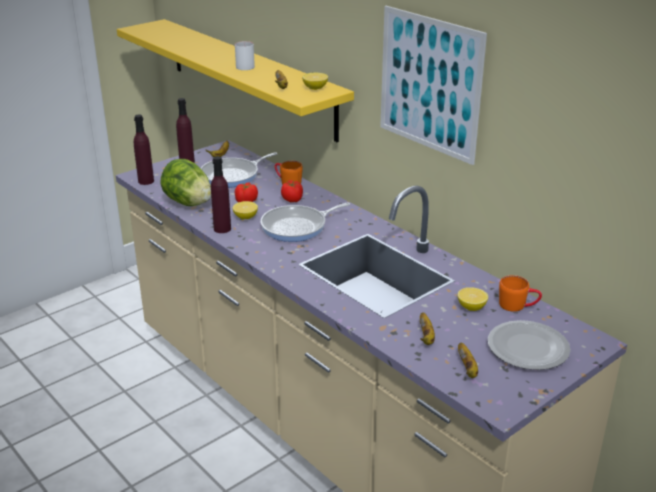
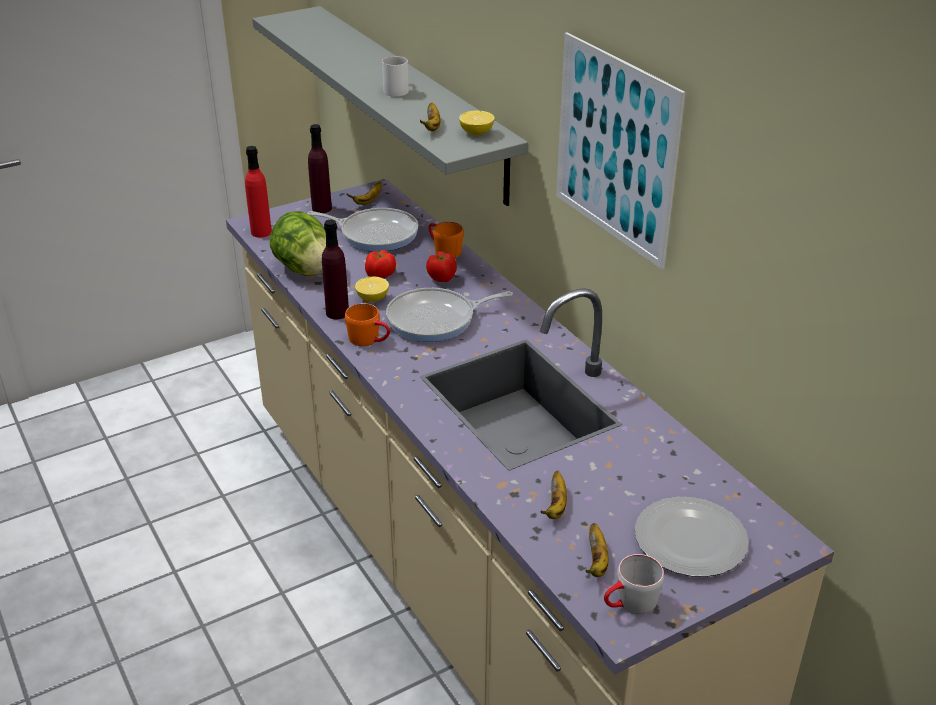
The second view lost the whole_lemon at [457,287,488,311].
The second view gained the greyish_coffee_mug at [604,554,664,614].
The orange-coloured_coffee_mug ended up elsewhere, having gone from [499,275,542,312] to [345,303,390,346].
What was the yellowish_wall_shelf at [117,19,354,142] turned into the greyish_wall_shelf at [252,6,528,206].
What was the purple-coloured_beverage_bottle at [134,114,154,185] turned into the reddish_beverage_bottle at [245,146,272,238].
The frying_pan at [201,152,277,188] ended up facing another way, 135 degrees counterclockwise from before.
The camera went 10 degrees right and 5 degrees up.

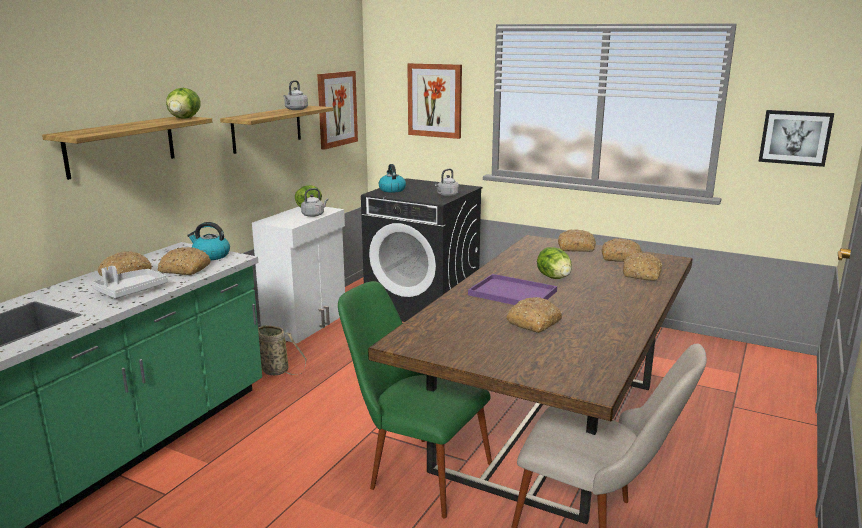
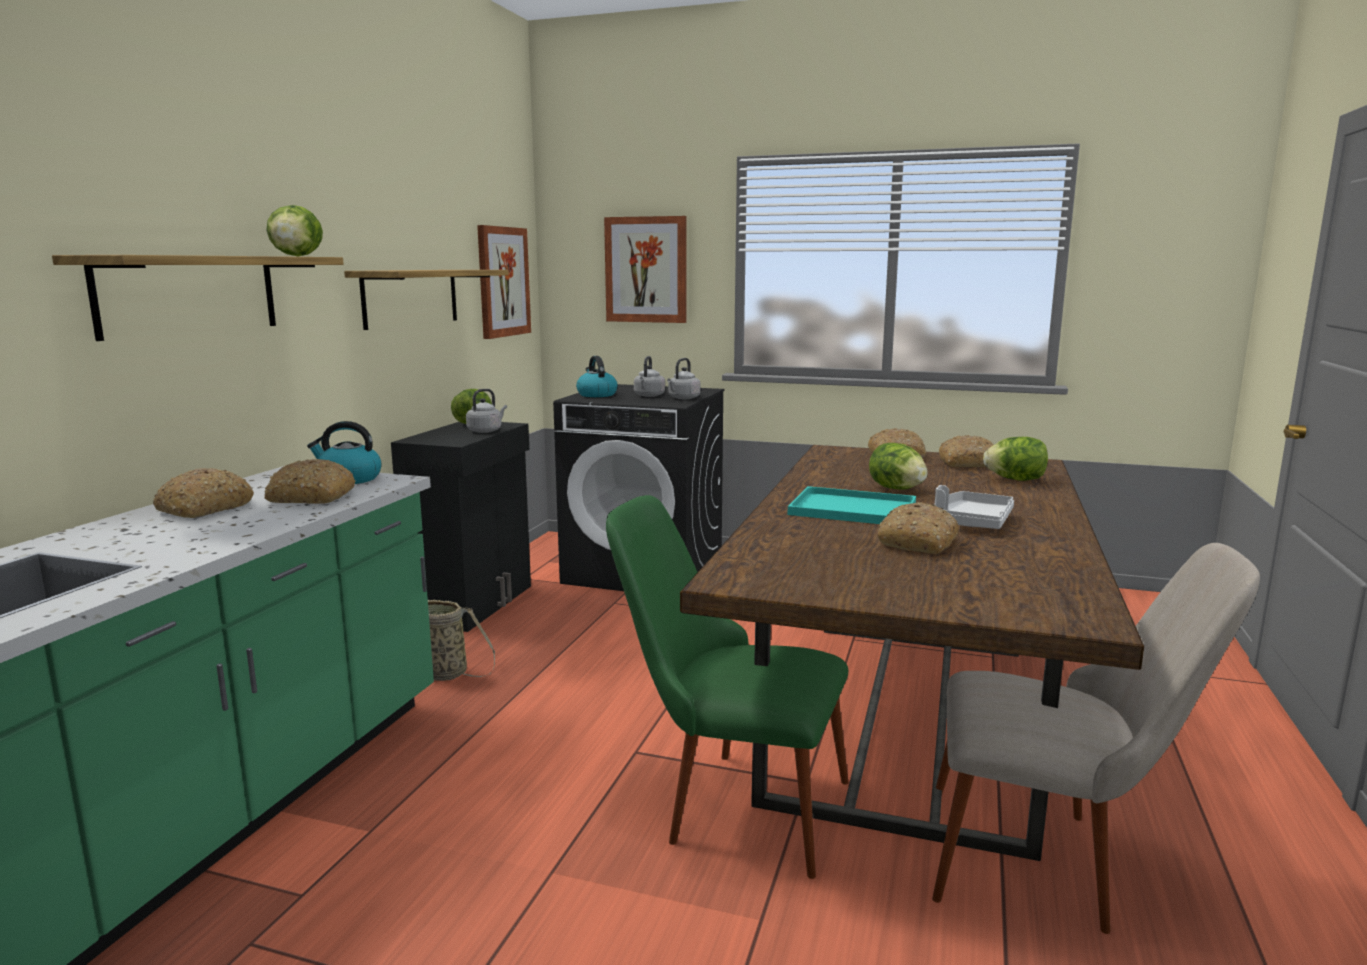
The second view lost the wall_art at [758,110,834,167].
The greyish_serving_tray ended up elsewhere, having gone from [92,266,168,298] to [935,485,1014,529].
The greyish_kettle ended up elsewhere, having gone from [283,80,308,110] to [634,356,665,397].
Where the baked_bread stood at [623,253,662,281], the lettuce_head came to stand at [983,437,1048,481].
What was the whitish_cabinet at [252,207,345,343] turned into the black-coloured_cabinet at [391,422,531,632].
What was the purple-coloured_serving_tray at [468,274,557,305] turned into the turquoise-coloured_serving_tray at [788,486,916,524].
The camera went 10 degrees left and 5 degrees down.

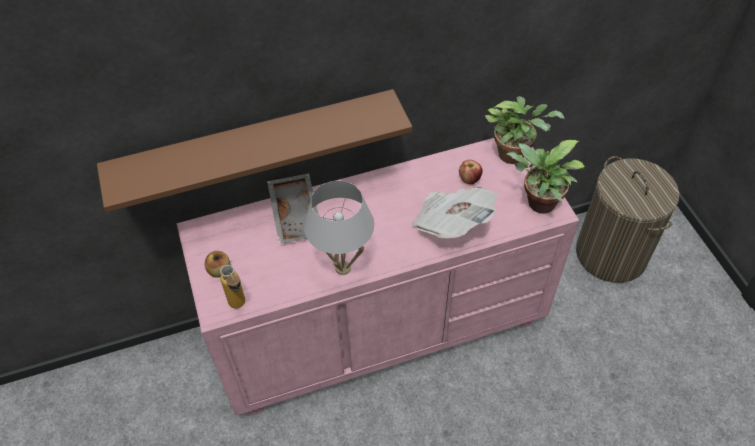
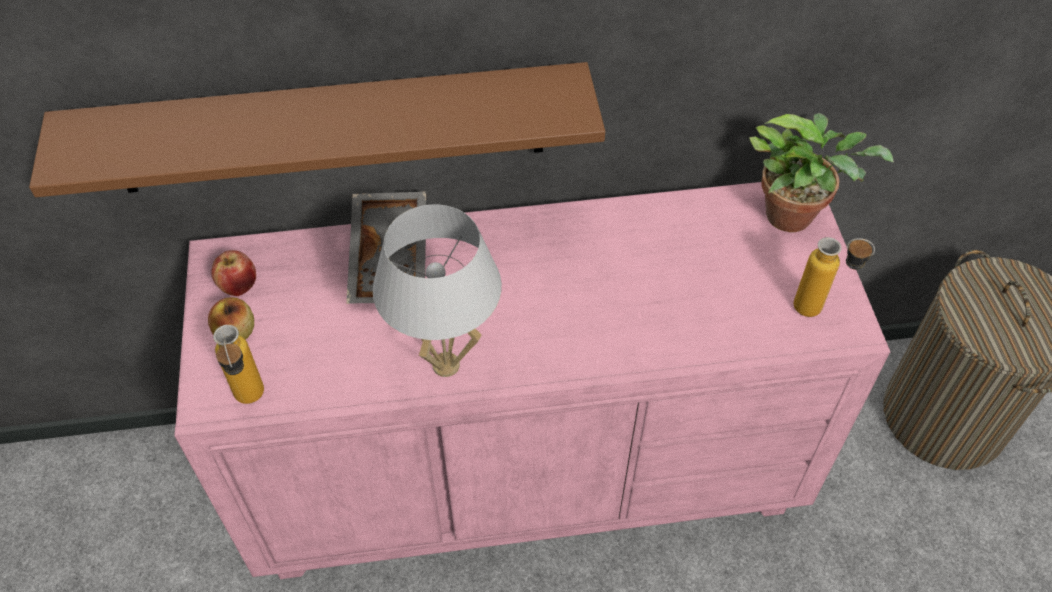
The second view lost the daily_paper at [412,187,499,238].
The whole_apple ended up elsewhere, having gone from [459,160,483,185] to [211,250,256,296].
Where the potted_plant stood at [506,140,585,214], the beverage_bottle came to stand at [794,237,875,317].
The camera went 10 degrees right and 0 degrees up.

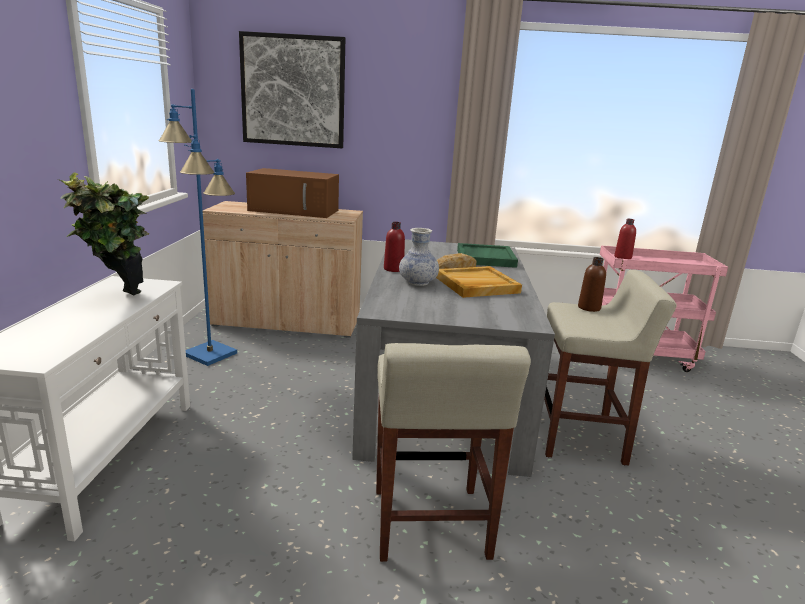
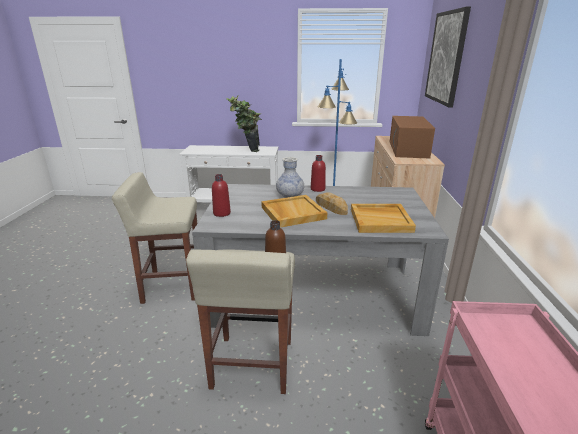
The reddish_beverage_bottle ended up elsewhere, having gone from [614,219,636,259] to [212,174,231,217].
What was the green_serving_tray at [457,243,518,268] turned into the beige_serving_tray at [351,204,416,233].
The camera went 90 degrees right and 5 degrees up.

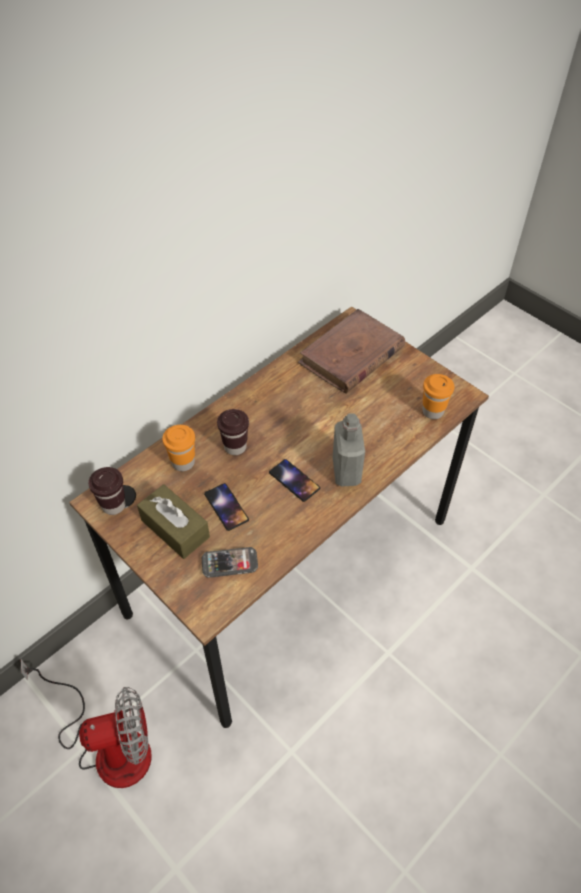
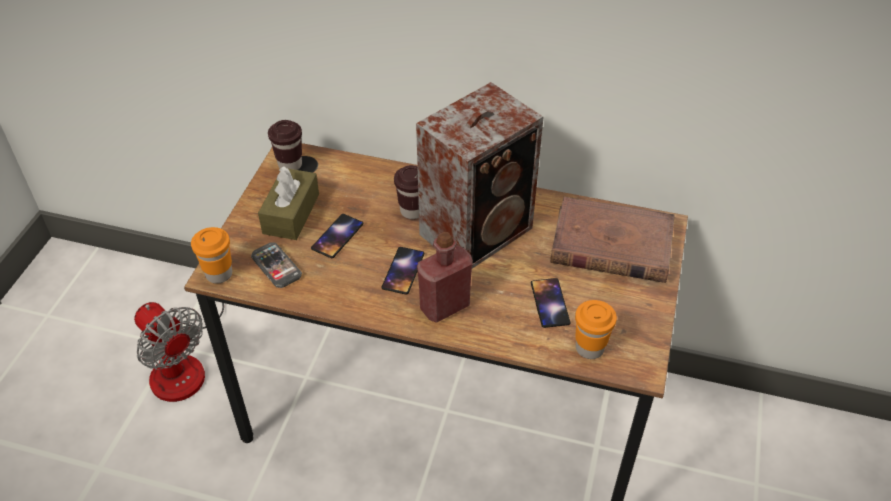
The second view gained the loudspeaker at [416,82,544,268].
The second view gained the phone at [531,278,570,328].
The orange-coloured_small_cup ended up elsewhere, having gone from [162,425,195,471] to [191,227,232,284].
What was the greyish_beverage_bottle at [333,413,365,486] turned into the reddish_beverage_bottle at [417,232,473,323].
The camera went 60 degrees right and 5 degrees down.

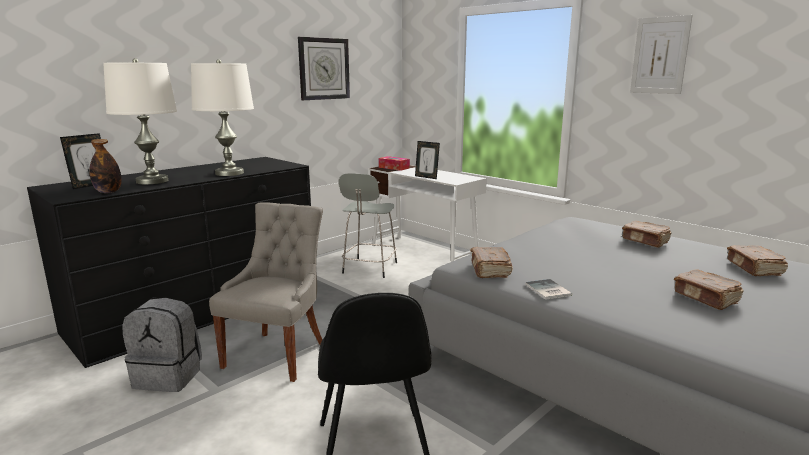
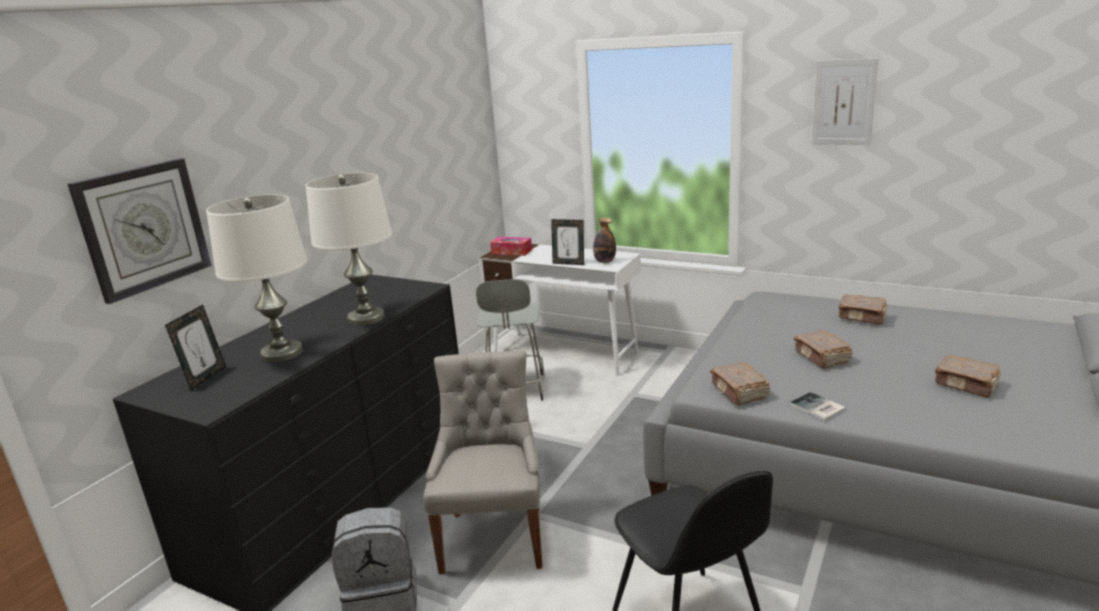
The beverage_bottle ended up elsewhere, having gone from [89,139,122,193] to [593,218,616,263].
The clock_on_the_wall ended up elsewhere, having gone from [298,37,350,100] to [68,158,212,304].
The brown-coloured_volume ended up elsewhere, having gone from [727,245,788,276] to [794,330,853,369].
The camera went 15 degrees left and 5 degrees up.

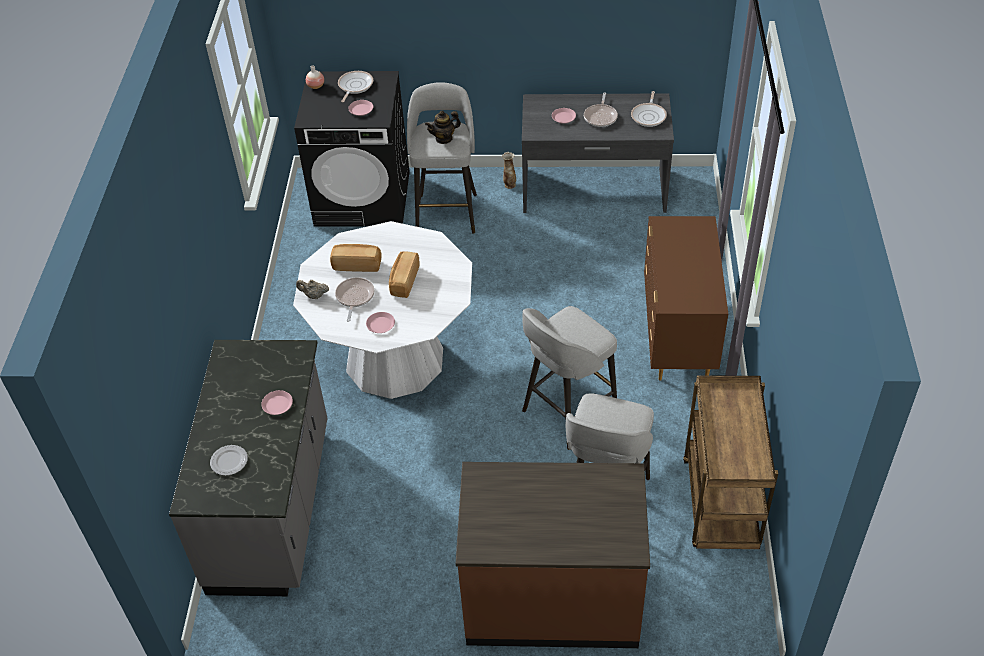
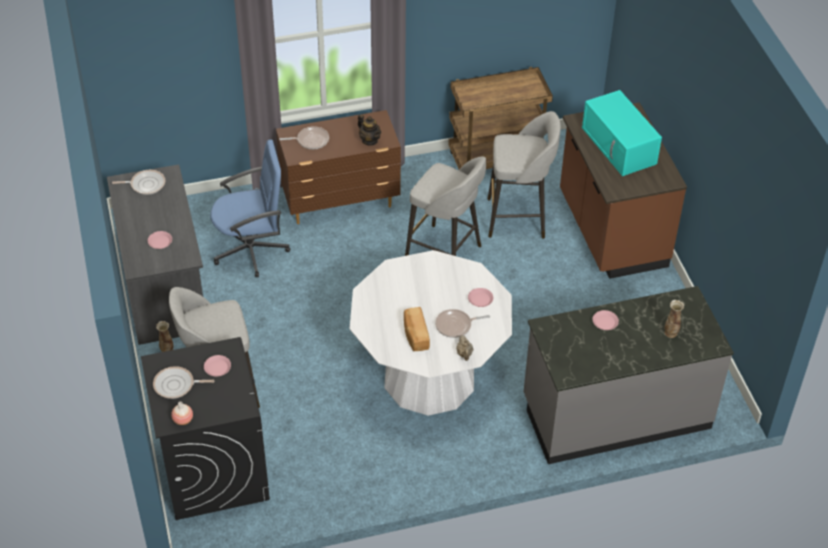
The second view lost the baked_bread at [389,251,419,298].
The second view gained the blue_computer_chair at [210,139,291,277].
The second view gained the turquoise-coloured_kitchen_microwave at [582,90,662,176].
The tea_pot ended up elsewhere, having gone from [425,111,461,144] to [358,114,381,146].
The frying_pan ended up elsewhere, having gone from [584,92,618,127] to [279,126,329,149].
Where the dinner_plate stood at [210,445,248,476], the decorative_vase came to stand at [665,300,684,338].
The camera went 110 degrees left and 0 degrees up.

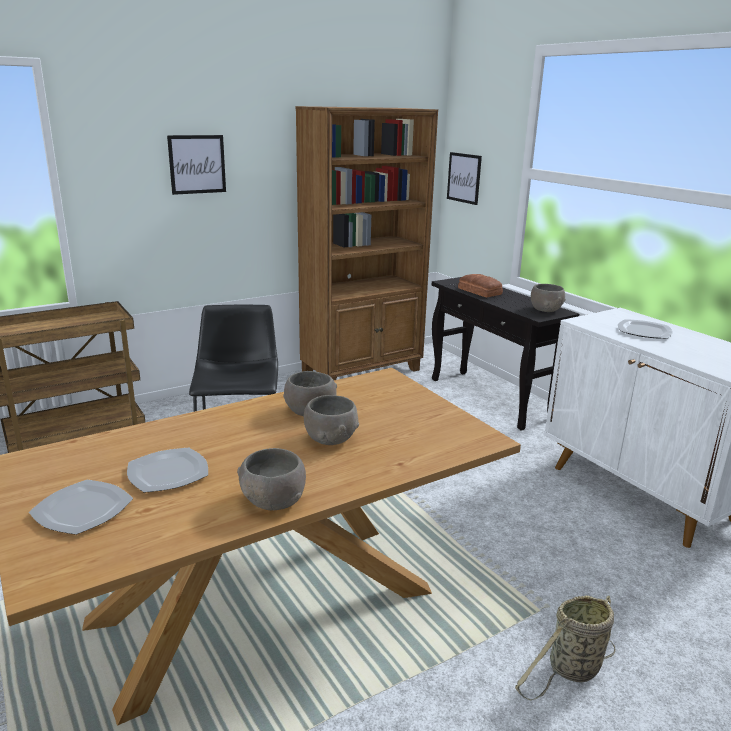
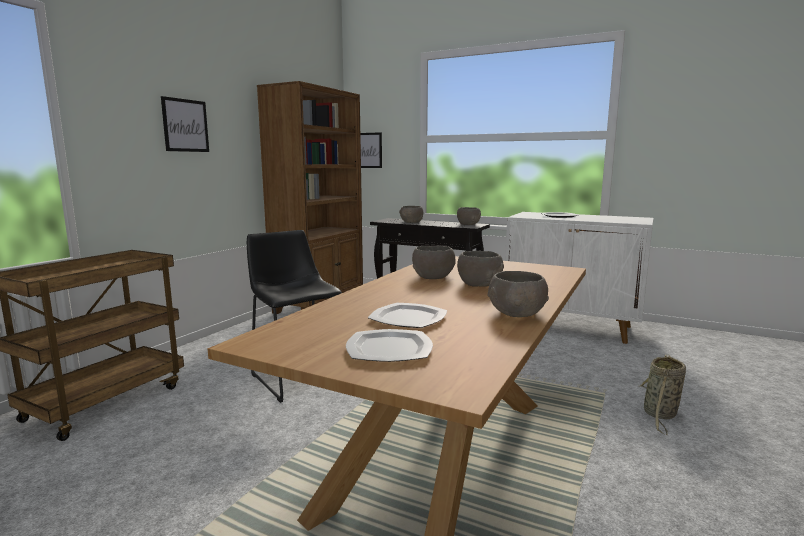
Where the baked_bread stood at [458,274,503,297], the greyish_serving_bowl came to stand at [399,206,423,223].
The camera went 30 degrees left and 10 degrees down.

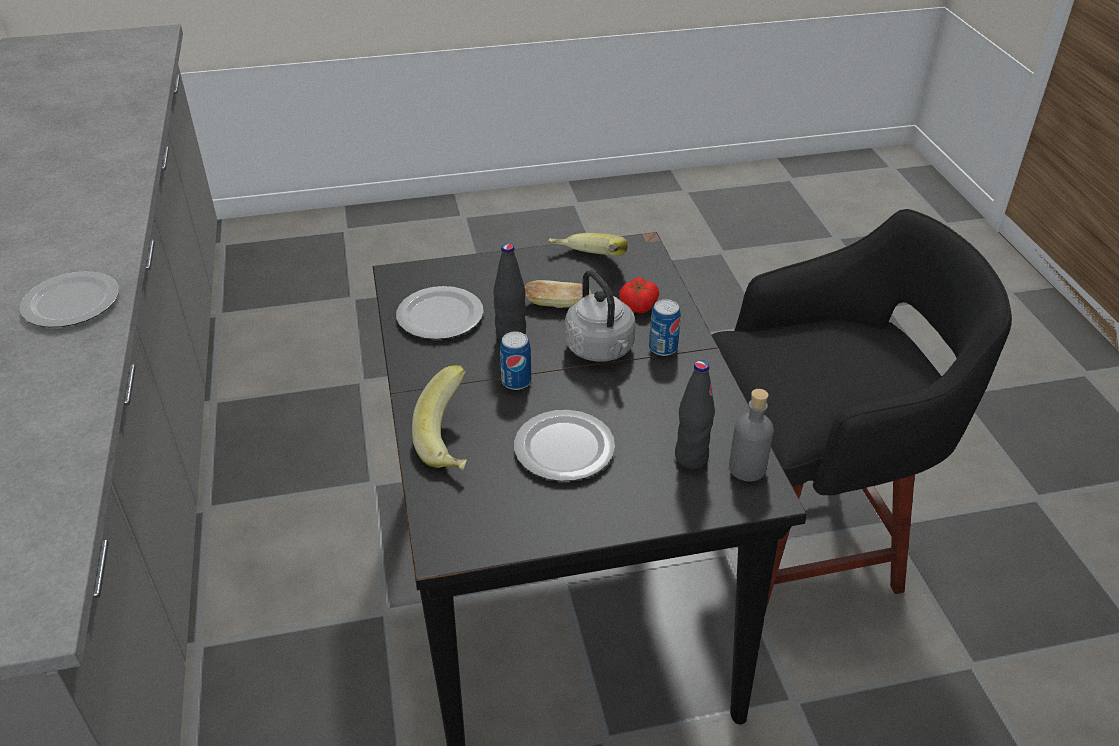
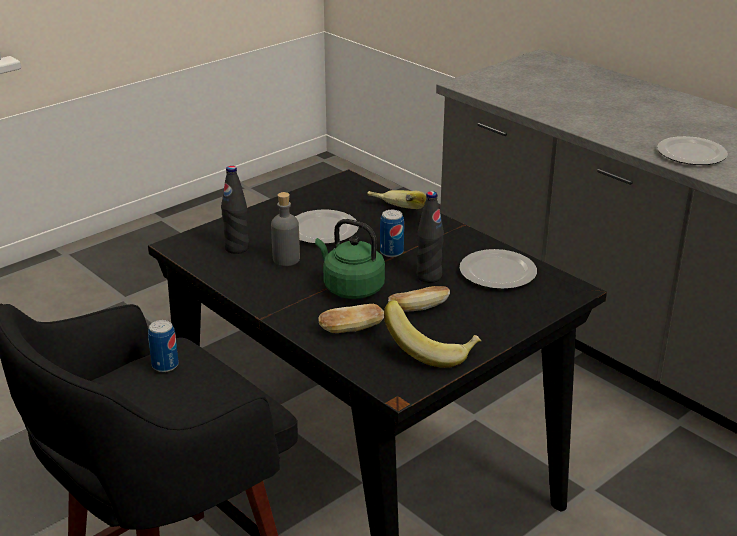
The metal_can ended up elsewhere, having gone from [649,299,681,356] to [148,320,179,372].
The greyish_beverage_bottle ended up elsewhere, having gone from [729,389,774,481] to [271,192,300,266].
Where the whole_tomato stood at [619,277,659,313], the baked_bread came to stand at [318,304,384,333].
What was the greyish_kettle at [565,270,636,362] turned into the green_kettle at [315,219,385,299].
The camera went 150 degrees right and 10 degrees down.

